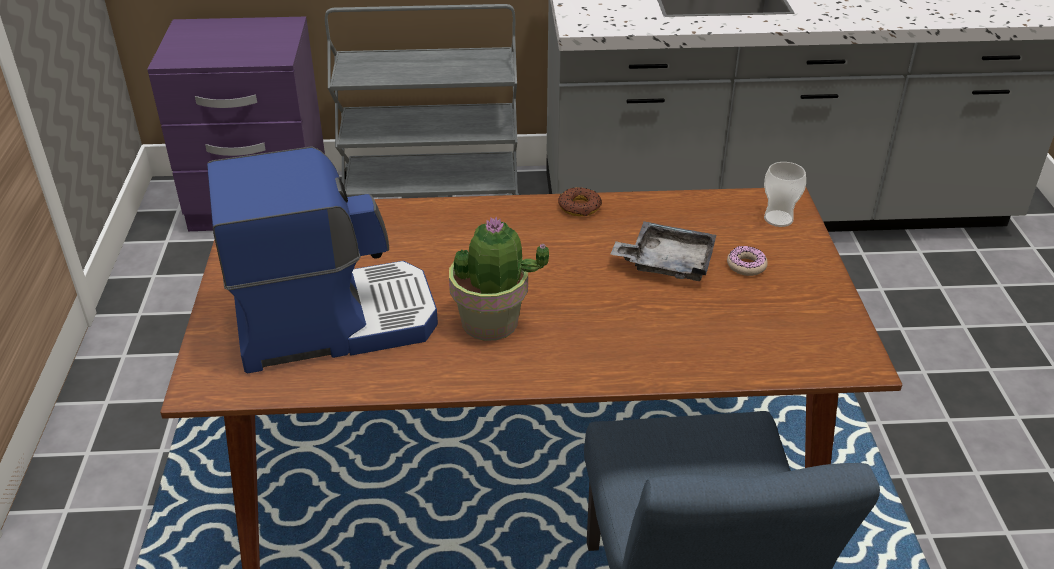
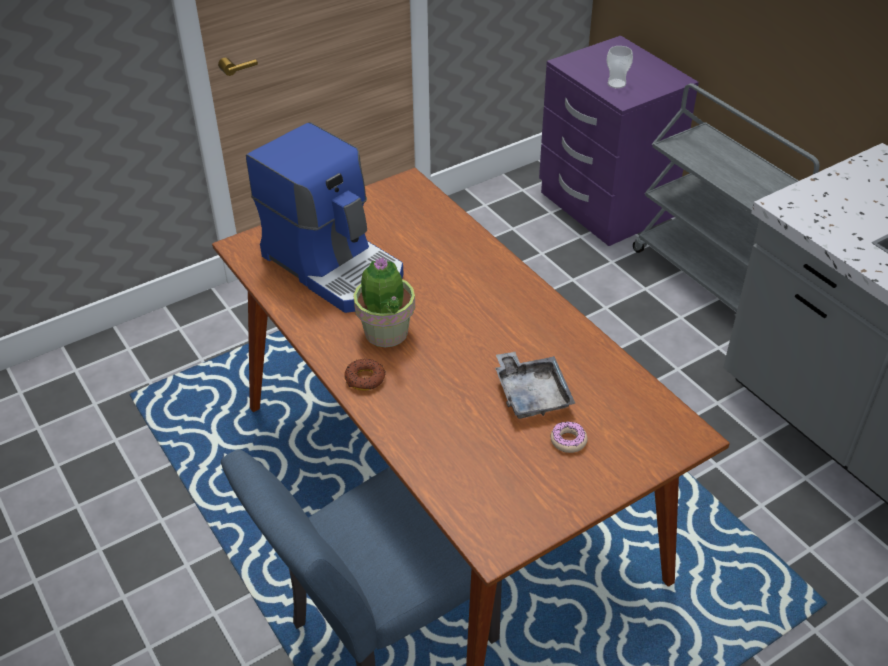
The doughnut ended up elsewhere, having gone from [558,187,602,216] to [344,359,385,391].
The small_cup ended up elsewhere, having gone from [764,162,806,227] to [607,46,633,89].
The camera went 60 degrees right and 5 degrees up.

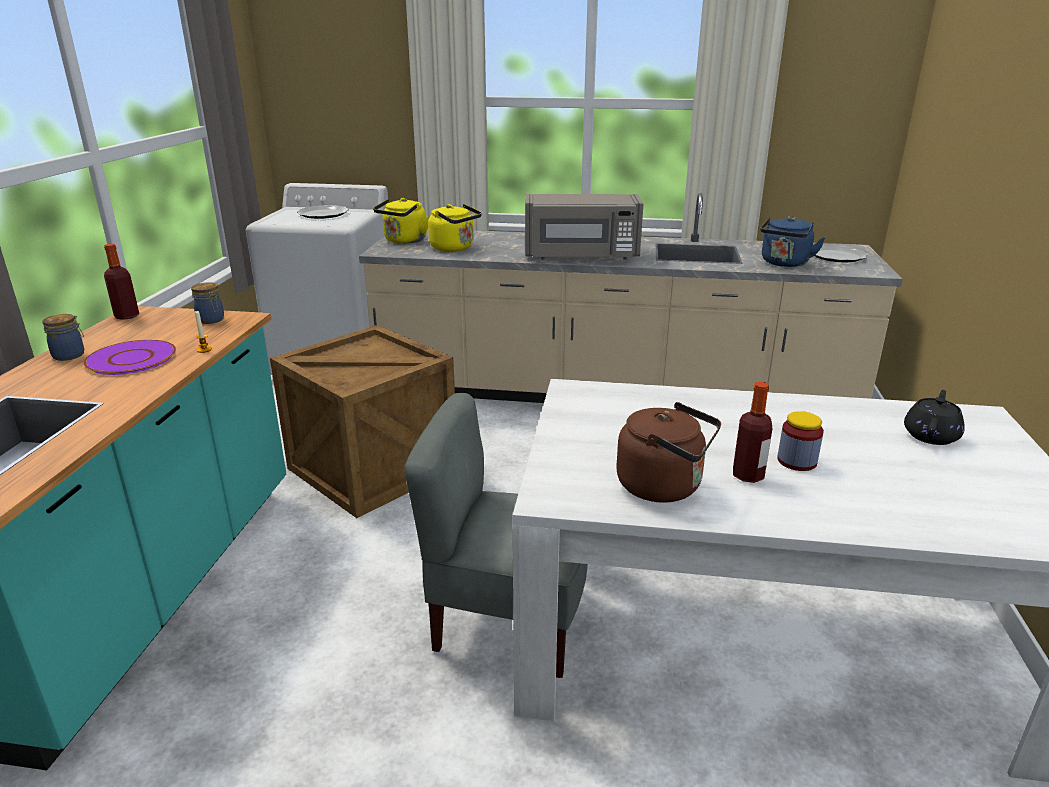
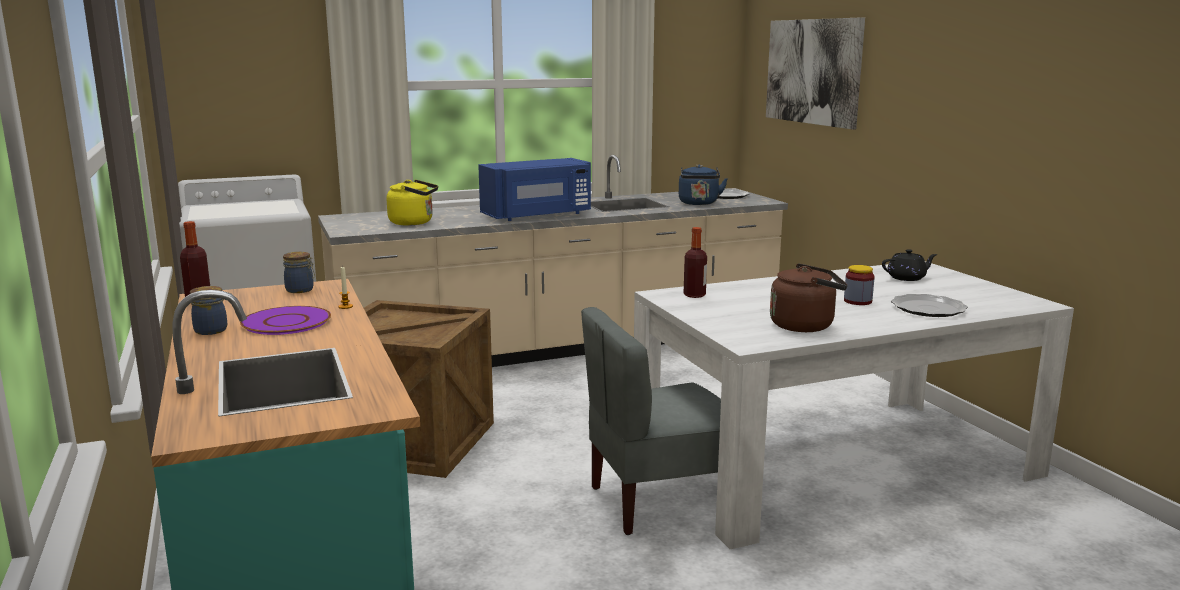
The second view lost the yellowish_kettle at [373,198,429,244].
The second view gained the wall_art at [766,17,865,130].
The dinner_plate ended up elsewhere, having gone from [297,205,349,219] to [891,294,968,317].
The beverage_bottle ended up elsewhere, having gone from [733,382,772,483] to [684,227,707,298].
What was the greyish_kitchen_microwave at [525,194,643,260] turned into the blue_kitchen_microwave at [478,158,591,221].
The black-coloured_tea_pot at [904,390,965,445] ended up facing another way, 75 degrees clockwise from before.
The camera went 30 degrees left and 10 degrees down.

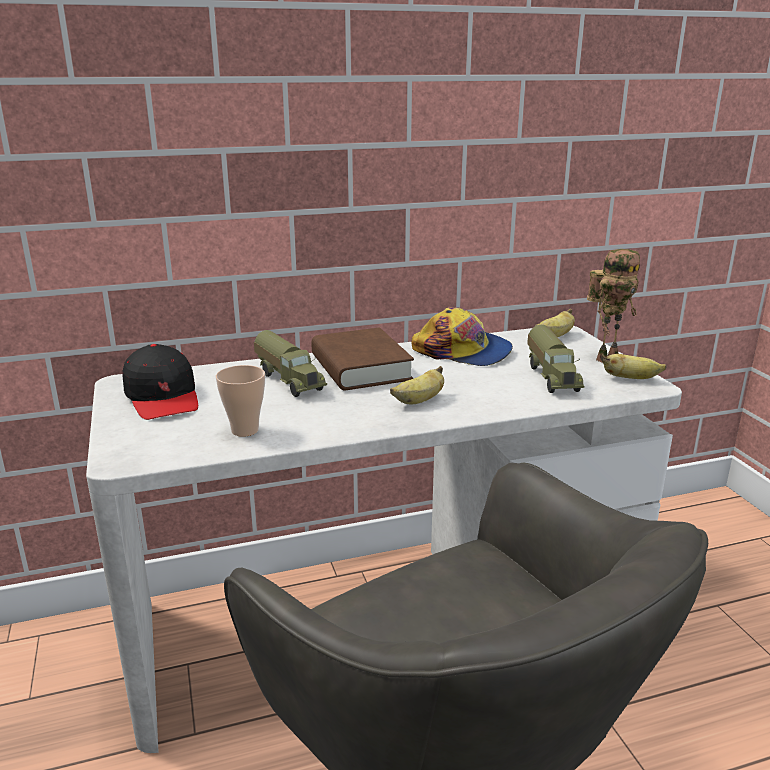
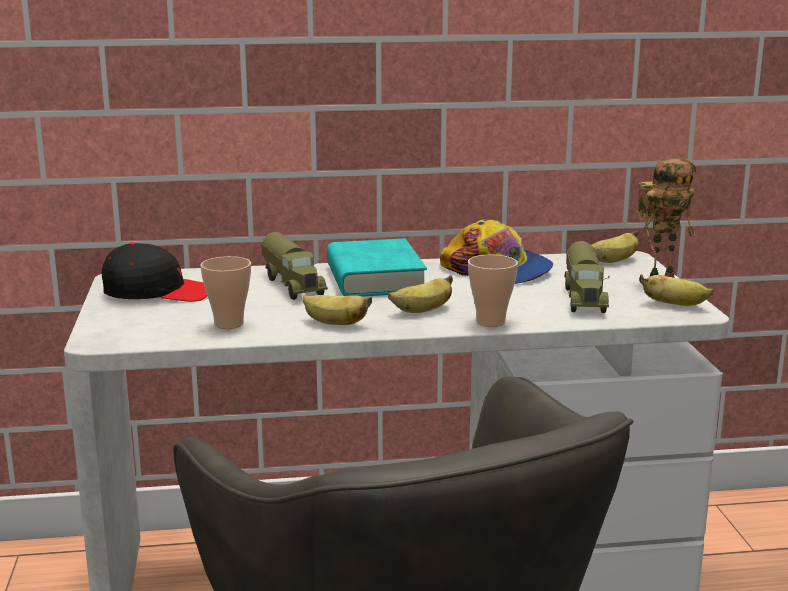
The second view gained the whole_banana at [303,295,372,325].
The second view gained the small_cup at [468,255,518,327].
What was the brown-coloured_volume at [311,327,414,390] turned into the turquoise-coloured_volume at [327,238,427,297].
The black-coloured_cap at [123,344,198,420] ended up facing another way, 75 degrees counterclockwise from before.
The camera went 10 degrees right and 5 degrees down.

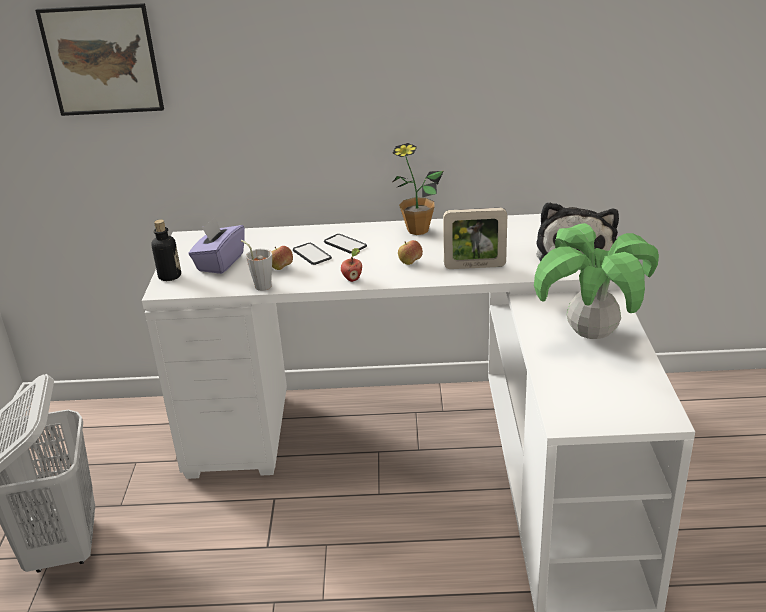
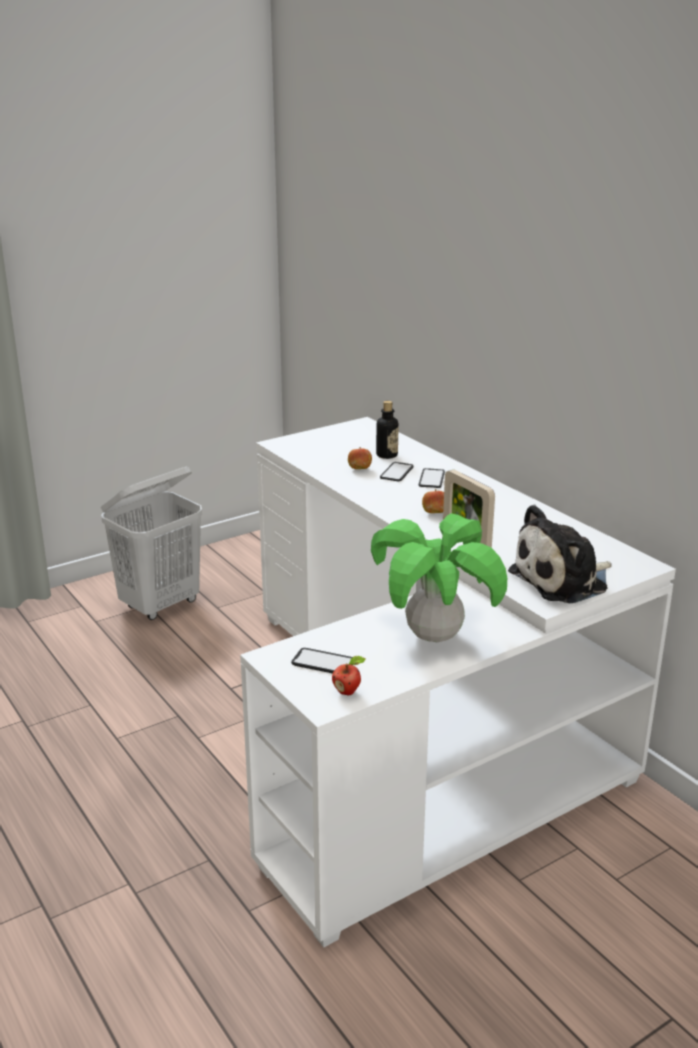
The second view lost the wall_art at [35,3,164,116].
The second view lost the purple-coloured_tissue_box at [189,217,245,274].
The second view lost the greyish_small_cup at [241,240,272,291].
The second view lost the potted_plant at [393,143,444,235].
The second view gained the phone at [291,648,352,674].
The beverage_bottle ended up elsewhere, having gone from [151,219,181,281] to [376,401,399,459].
The whole_apple ended up elsewhere, having gone from [341,248,362,282] to [332,656,365,695].
The camera went 55 degrees right and 5 degrees down.

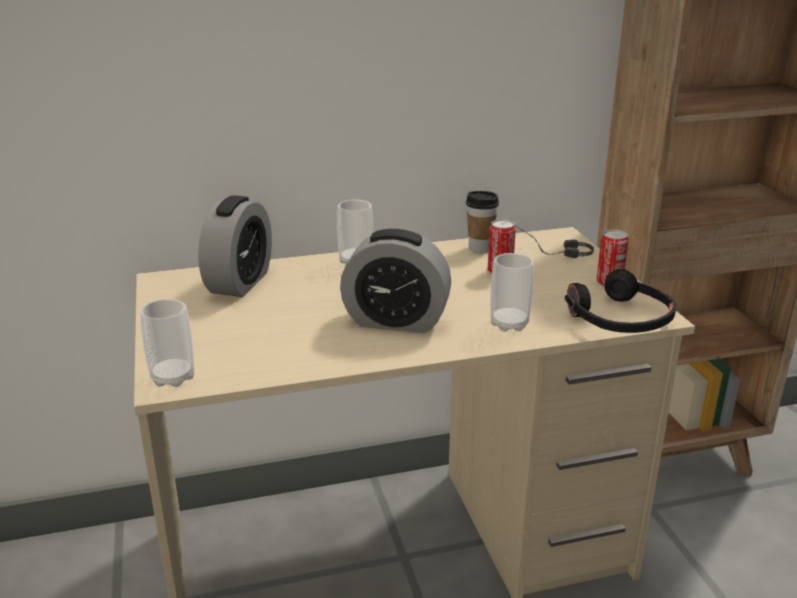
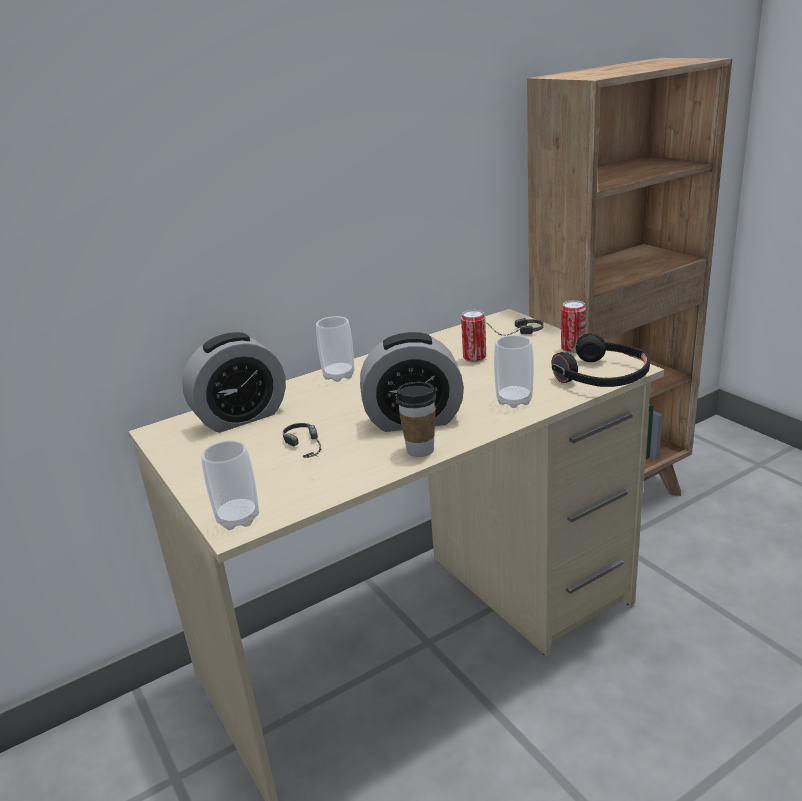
The second view gained the pair_of_headphones at [282,423,321,458].
The small_cup ended up elsewhere, having gone from [466,191,499,253] to [396,382,436,457].
The alarm_clock at [198,195,272,297] ended up facing another way, 60 degrees clockwise from before.
The camera went 15 degrees left and 0 degrees up.

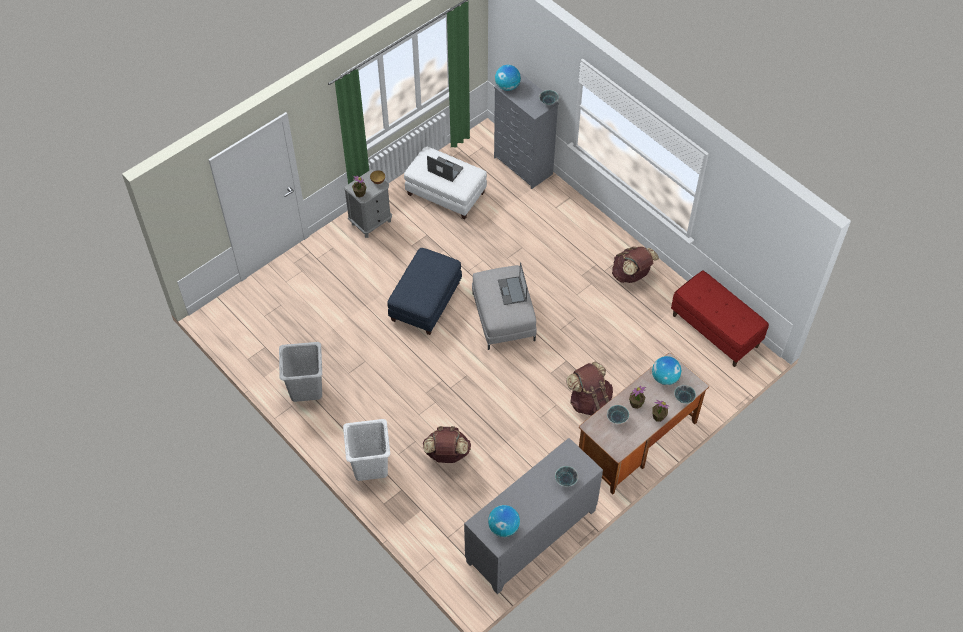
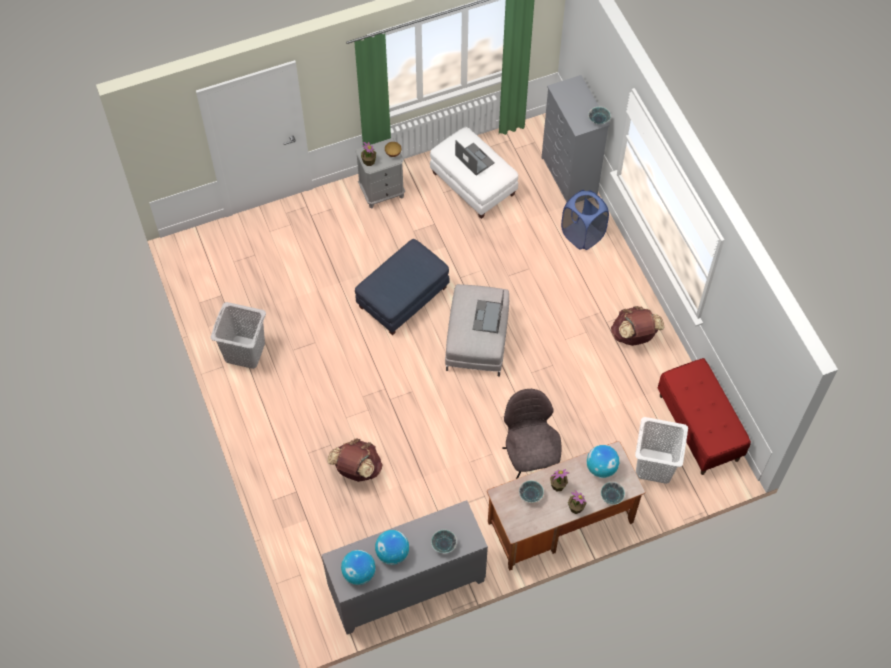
The second view gained the blue_hamper at [561,190,609,250].
The whitish_hamper ended up elsewhere, having gone from [343,419,390,481] to [635,417,688,484].
The world_globe ended up elsewhere, having gone from [495,65,521,91] to [375,530,409,565].
Where the brown-coloured_rucksack stood at [567,362,613,416], the greyish_upright_chair came to stand at [502,389,561,479].
The camera went 20 degrees right and 5 degrees up.

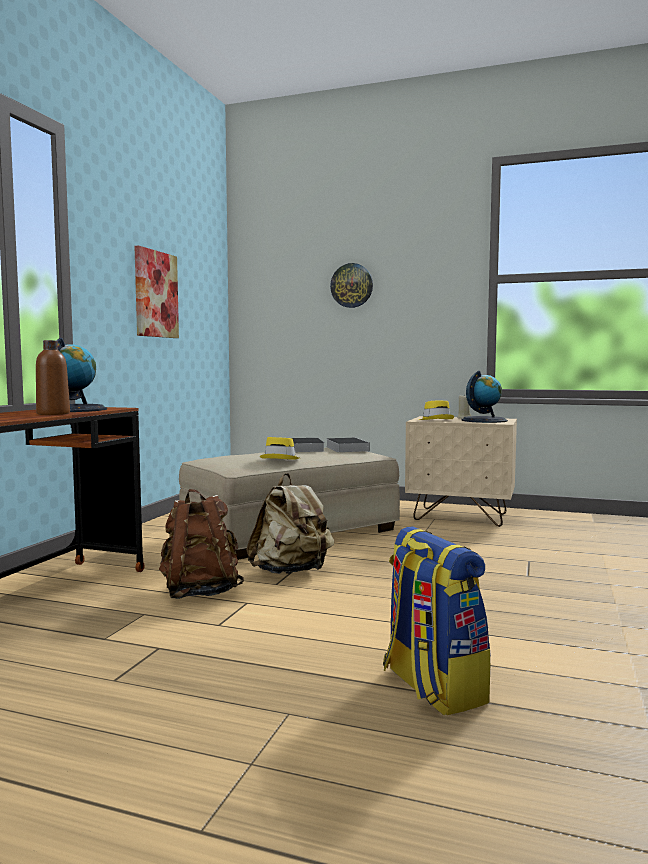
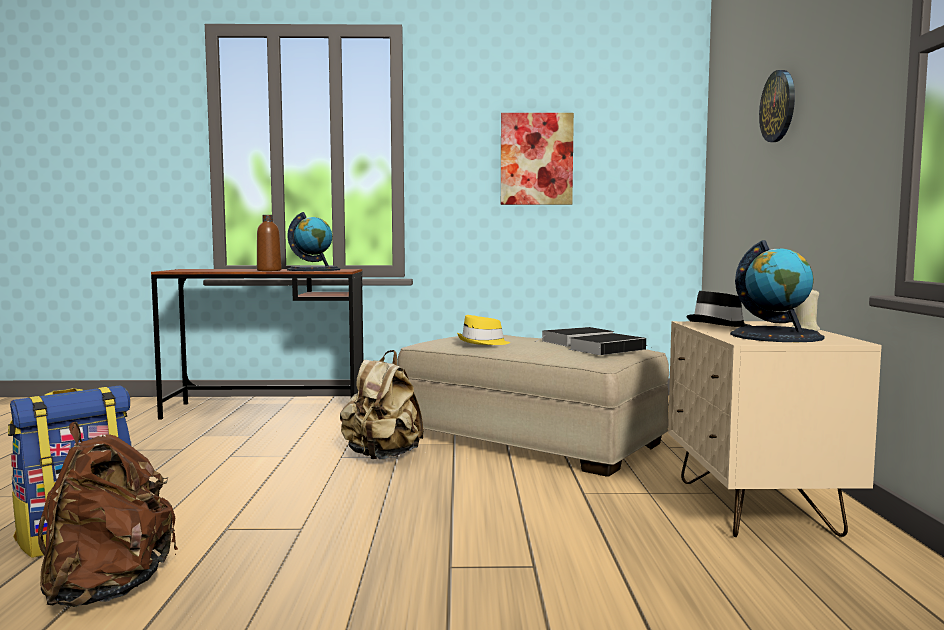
The brown-coloured_rucksack ended up elsewhere, having gone from [159,489,244,599] to [38,422,178,607].
What was the yellowish_clothing_hat at [419,401,454,420] turned into the black-coloured_clothing_hat at [687,291,752,327].
The camera went 70 degrees right and 0 degrees up.

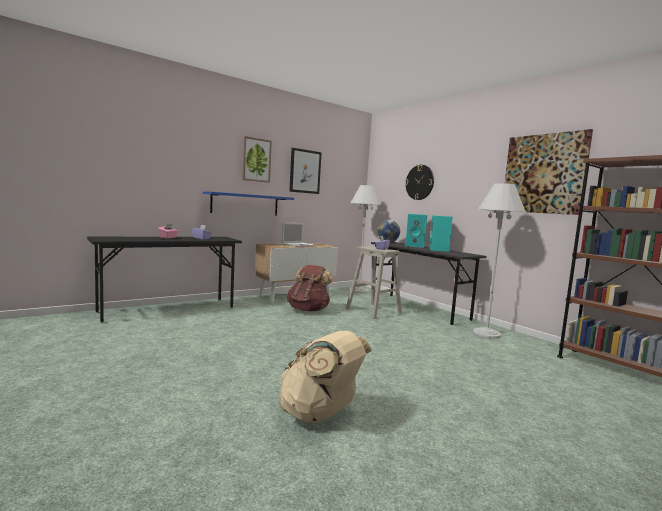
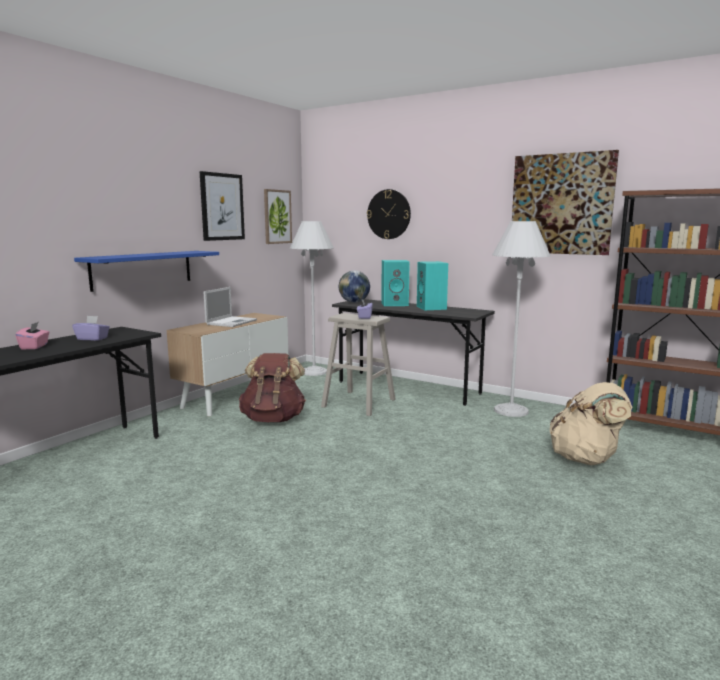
The wall_art ended up elsewhere, having gone from [242,136,272,183] to [264,189,292,244].
The beige_rucksack ended up elsewhere, having gone from [280,331,372,423] to [550,382,633,465].
The camera went 20 degrees left and 5 degrees up.

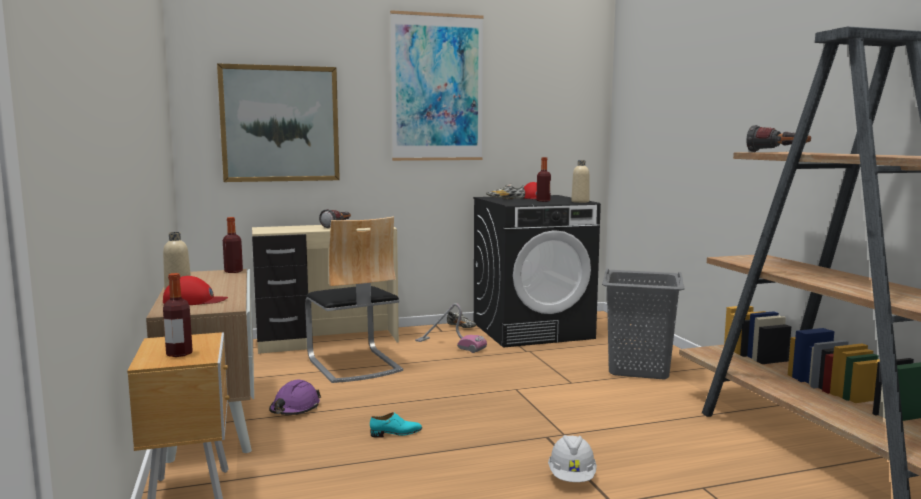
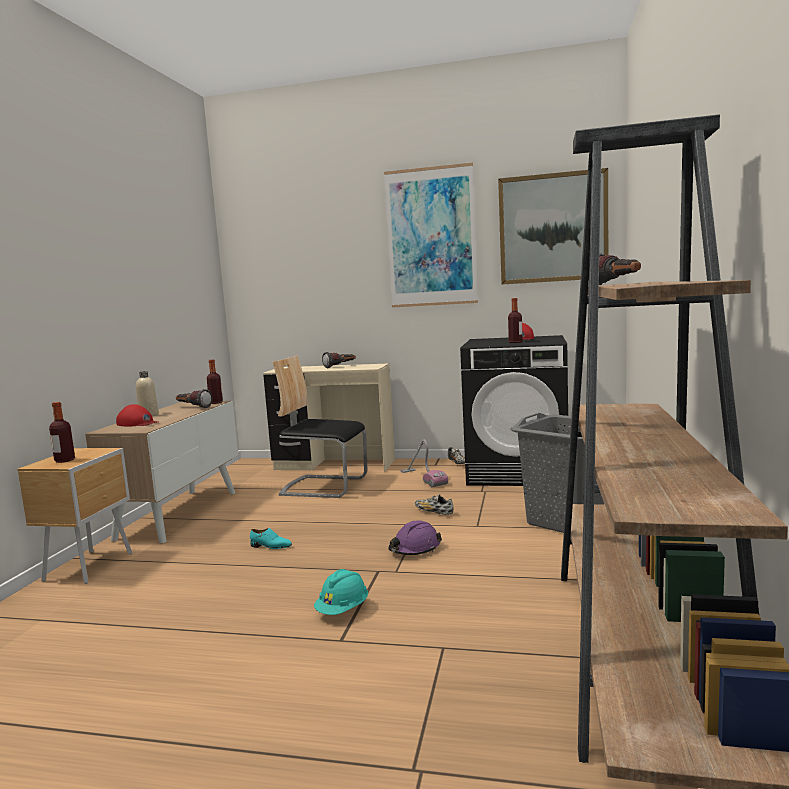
The second view lost the beige_beverage_bottle at [571,160,590,203].
The second view gained the hand_torch at [176,389,213,408].
The wall_art ended up elsewhere, having gone from [217,63,340,182] to [498,168,608,285].
The purple-coloured_work_helmet ended up elsewhere, having gone from [269,380,321,415] to [388,520,442,555].
The item_of_footwear ended up elsewhere, having gone from [486,183,525,200] to [415,494,454,515].
What was the whitish_work_helmet at [548,435,597,482] turned into the turquoise-coloured_work_helmet at [314,569,368,615].
The upright_chair at [305,217,403,383] ended up facing another way, 105 degrees clockwise from before.
The camera went 30 degrees right and 0 degrees up.

